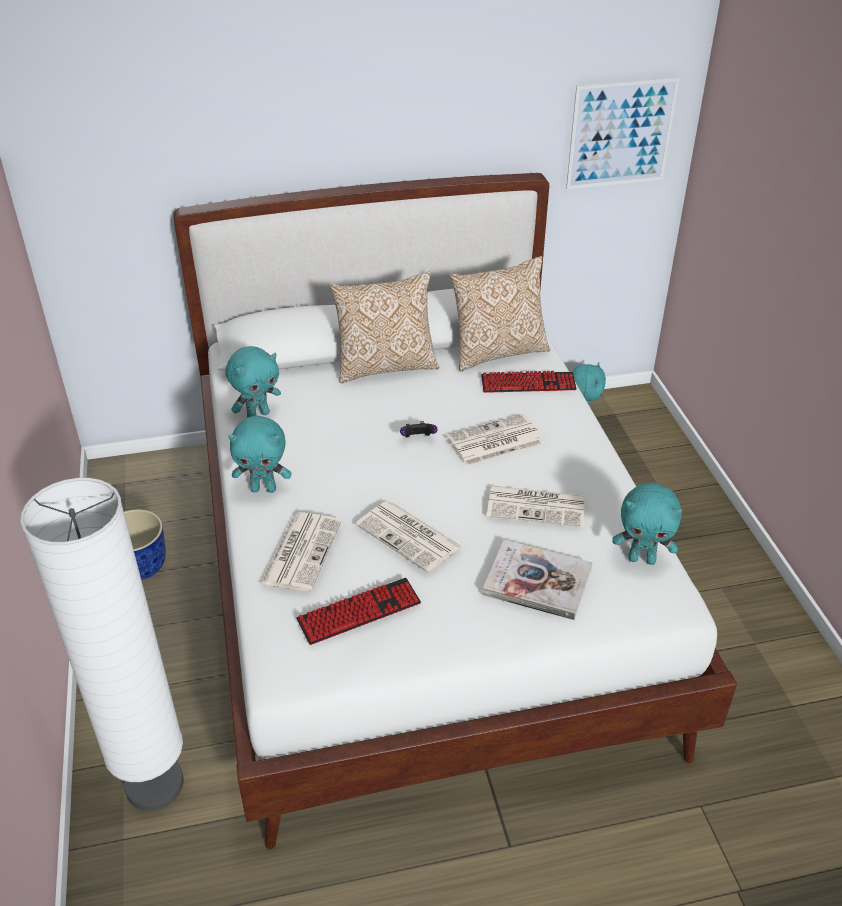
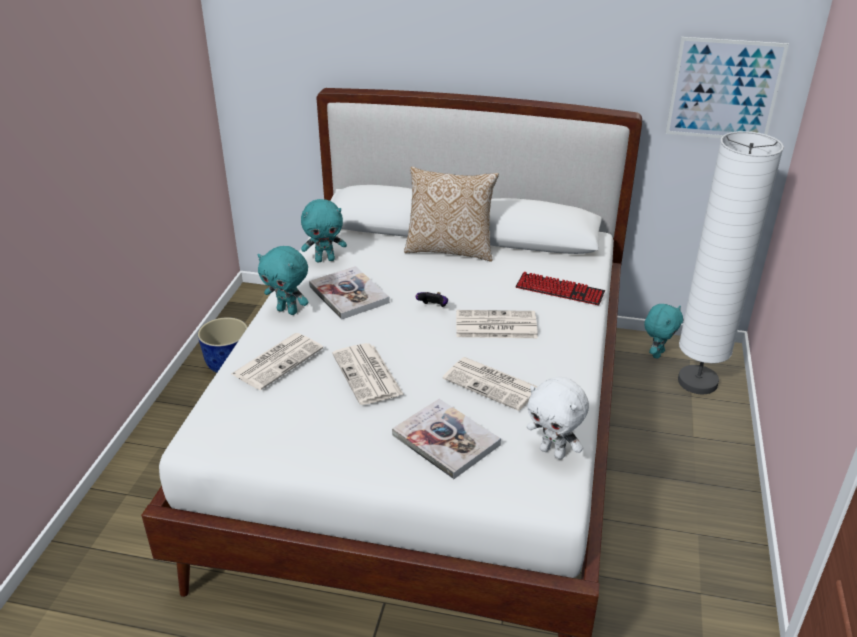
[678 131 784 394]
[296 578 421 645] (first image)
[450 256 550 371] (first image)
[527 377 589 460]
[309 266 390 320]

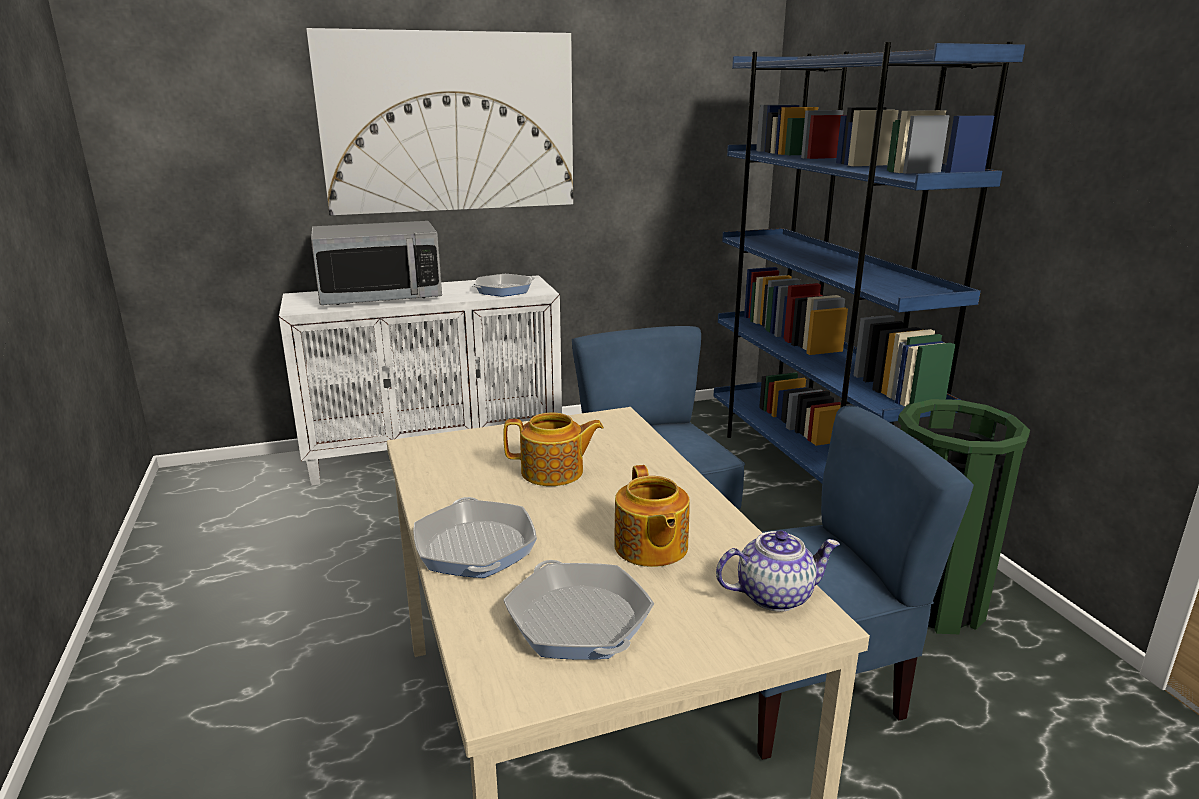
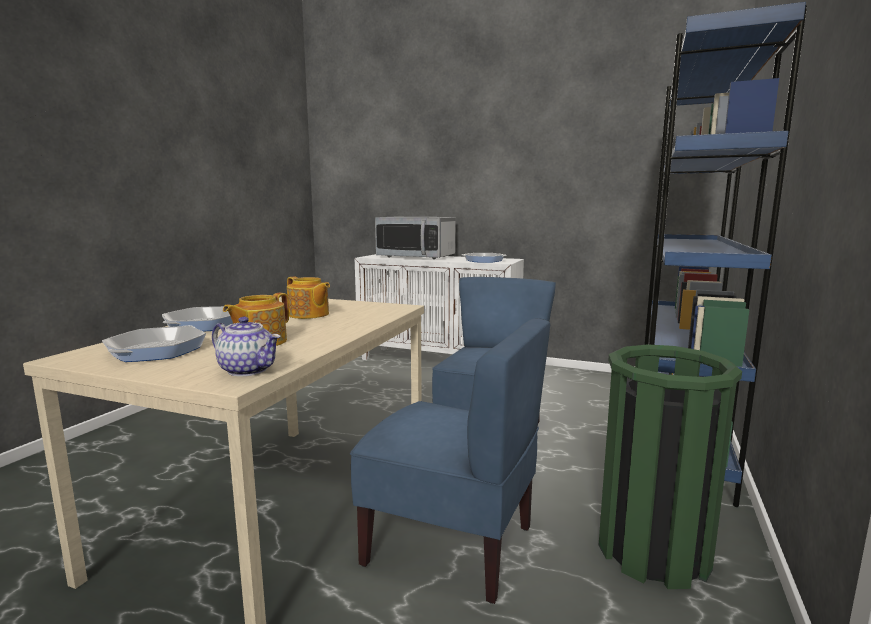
[306 28 573 215] (first image)

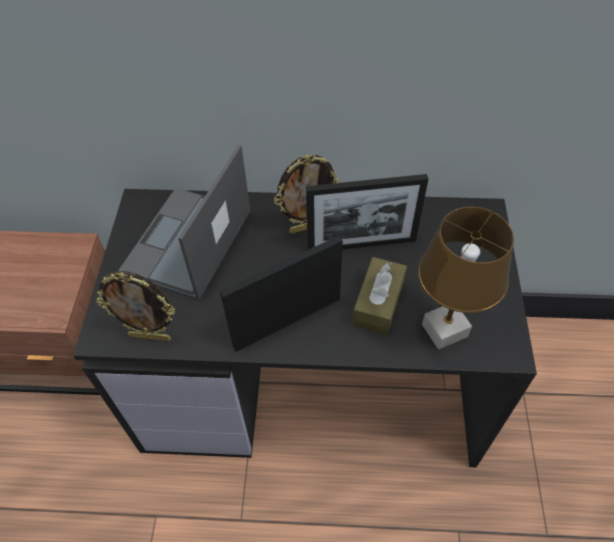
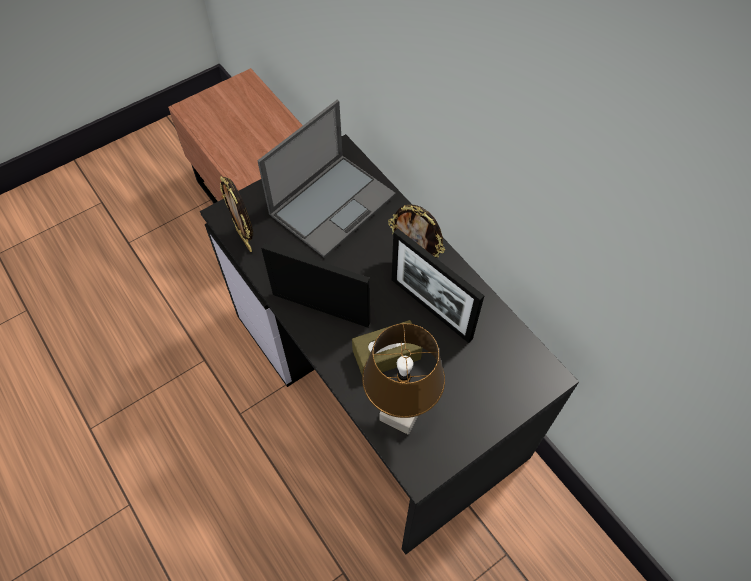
[257 100 396 258]

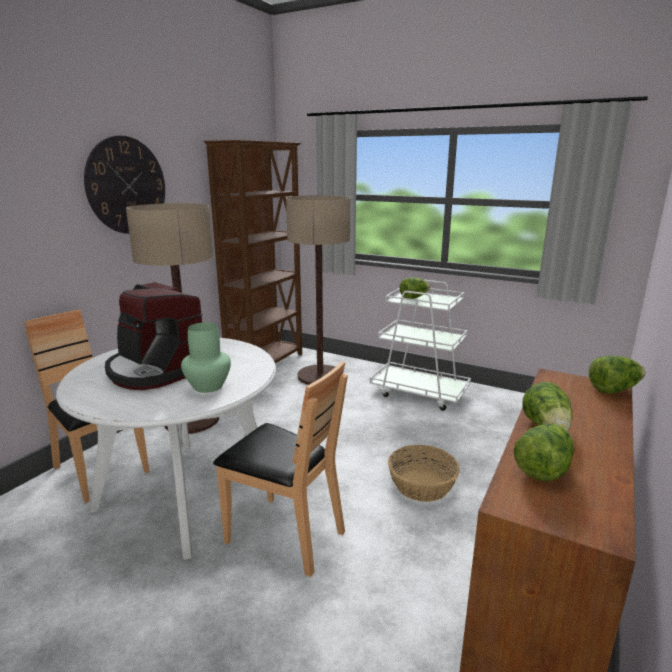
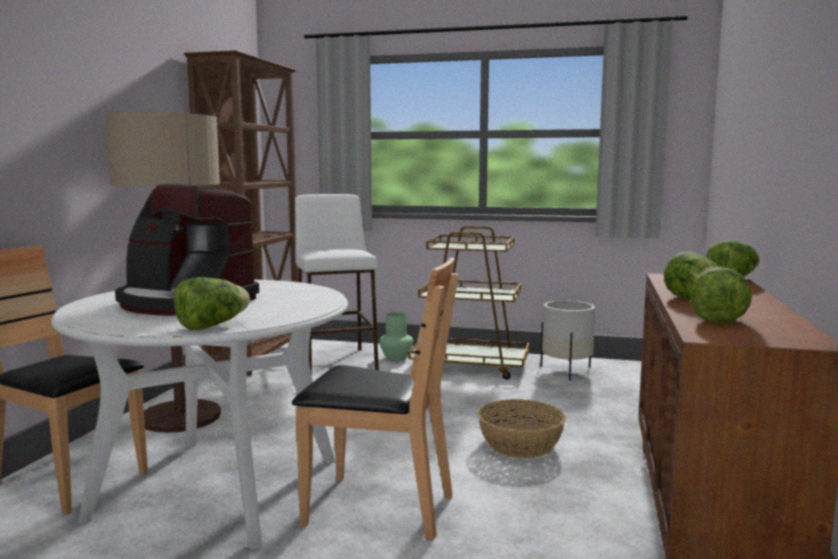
[84 135 165 234] (first image)
[379 312 413 361]
[295 194 379 375]
[409 226 529 380]
[174 277 250 330]
[541 301 595 380]

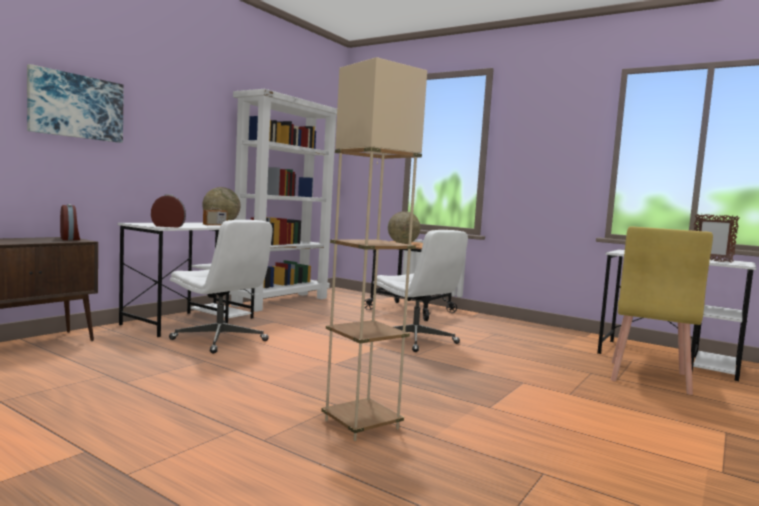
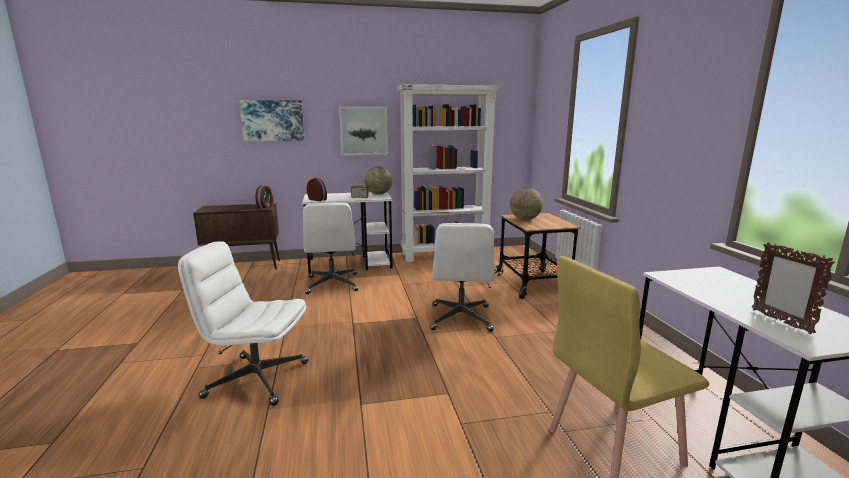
[178 241 308 406]
[339 107 388 155]

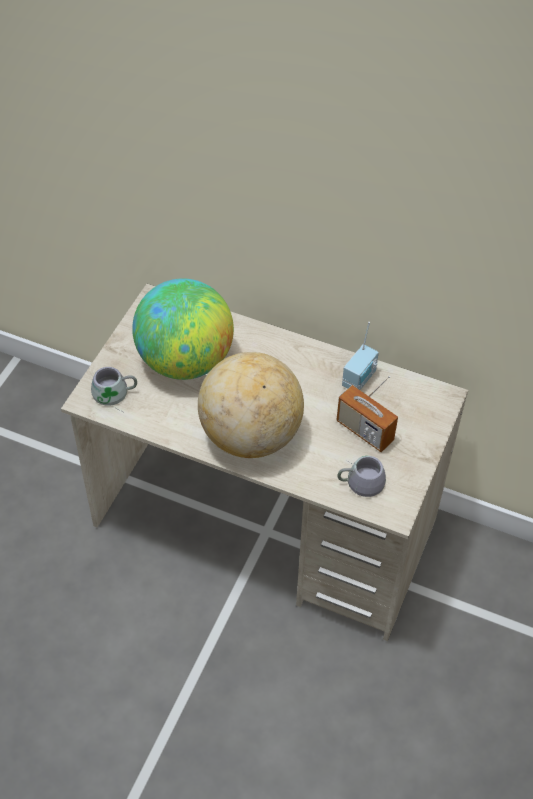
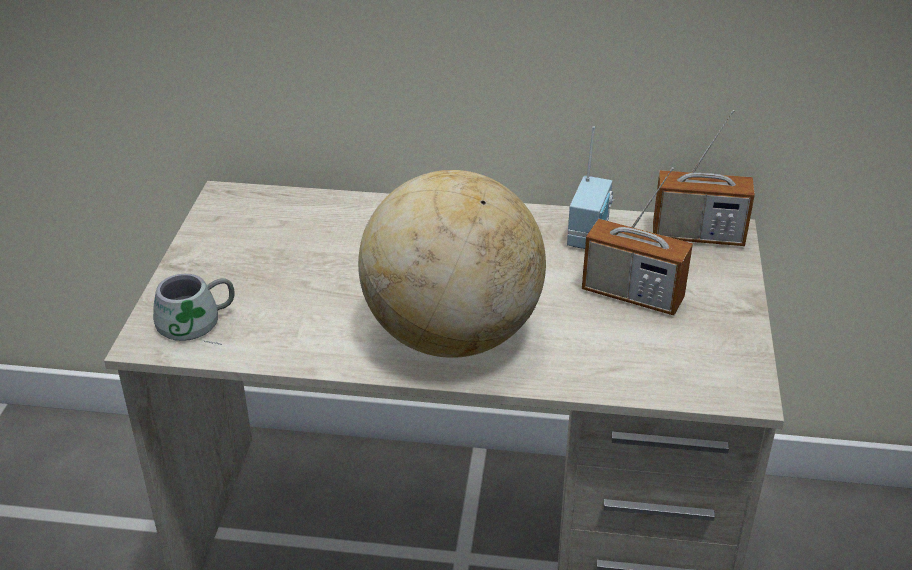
[132 278 234 380] (first image)
[337 456 386 497] (first image)
[653 110 755 246]

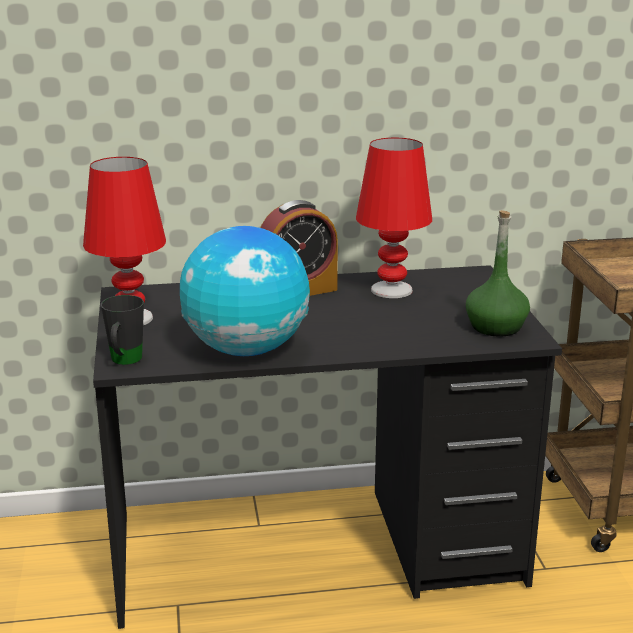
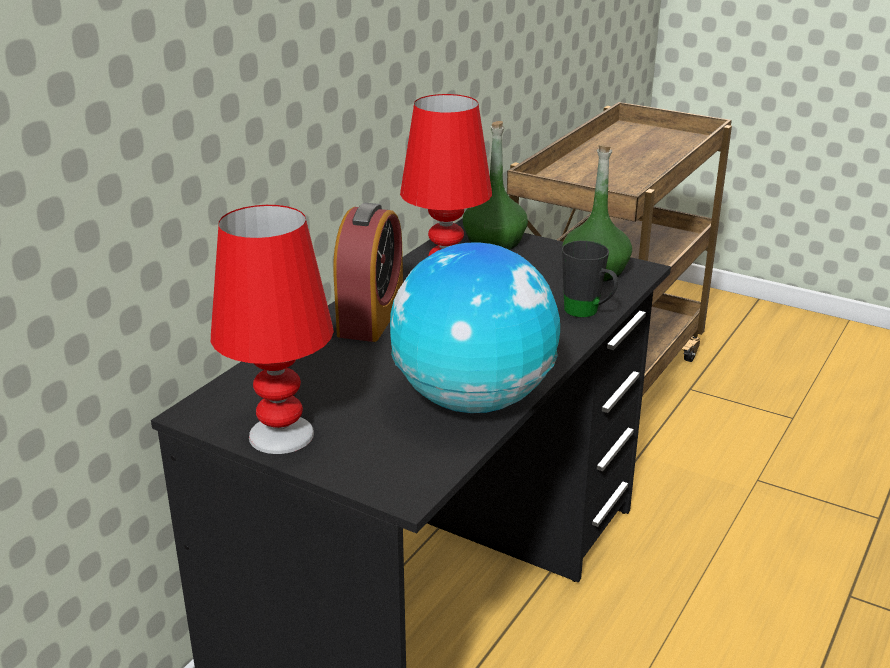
[562 241 618 317]
[463 121 528 250]

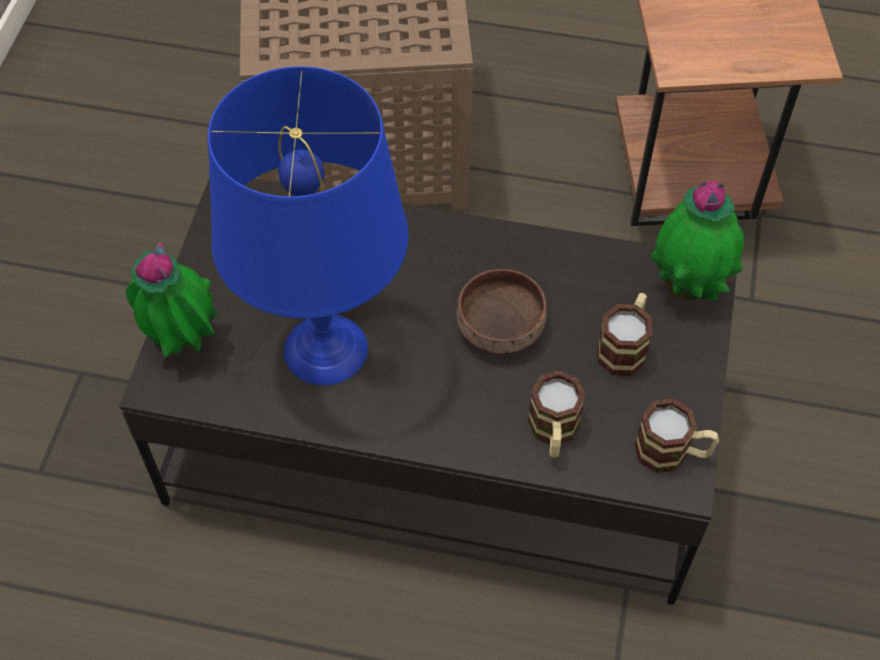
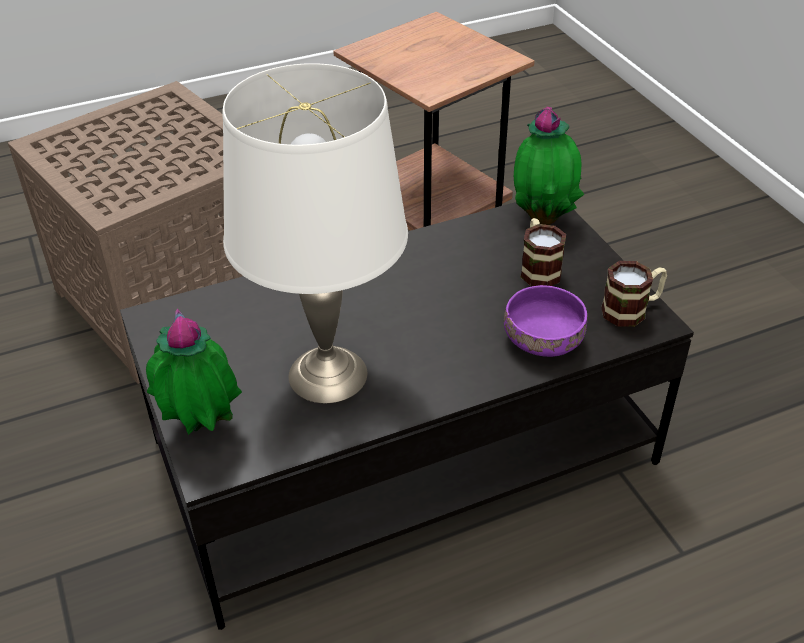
[222 63 408 403]
[456 269 547 355] (first image)
[504 285 587 357]

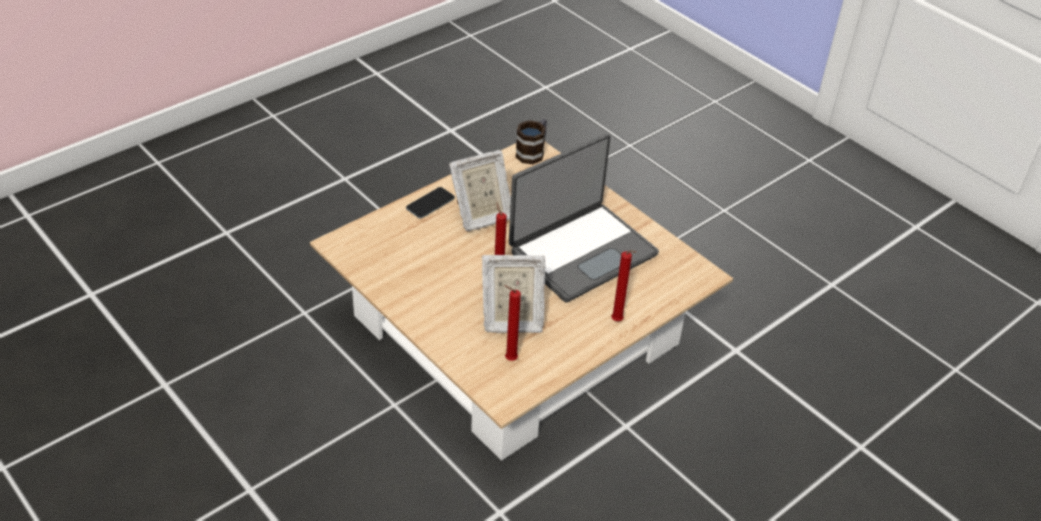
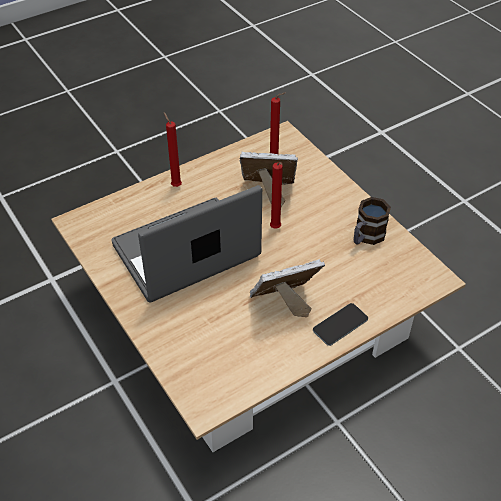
[354 197 391 245]

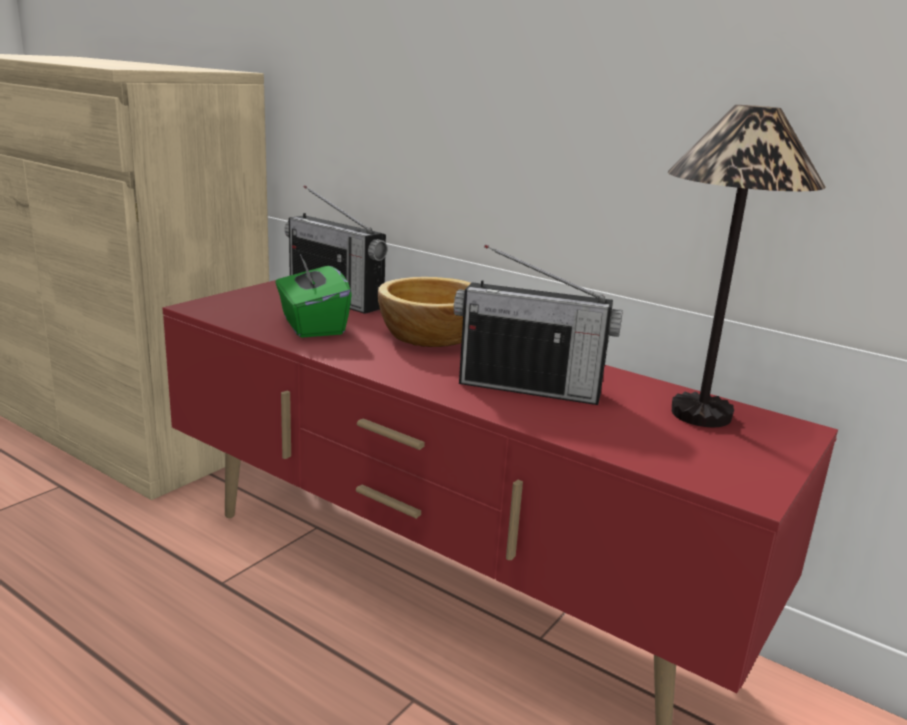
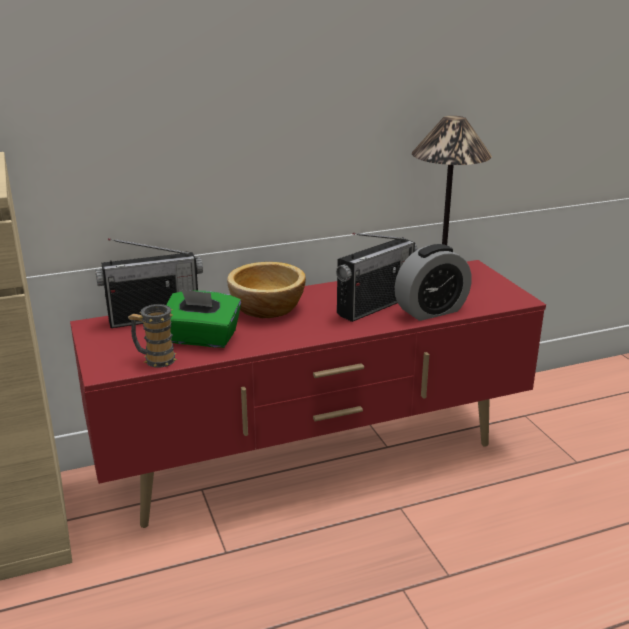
[128 304 177 368]
[395 244 472 321]

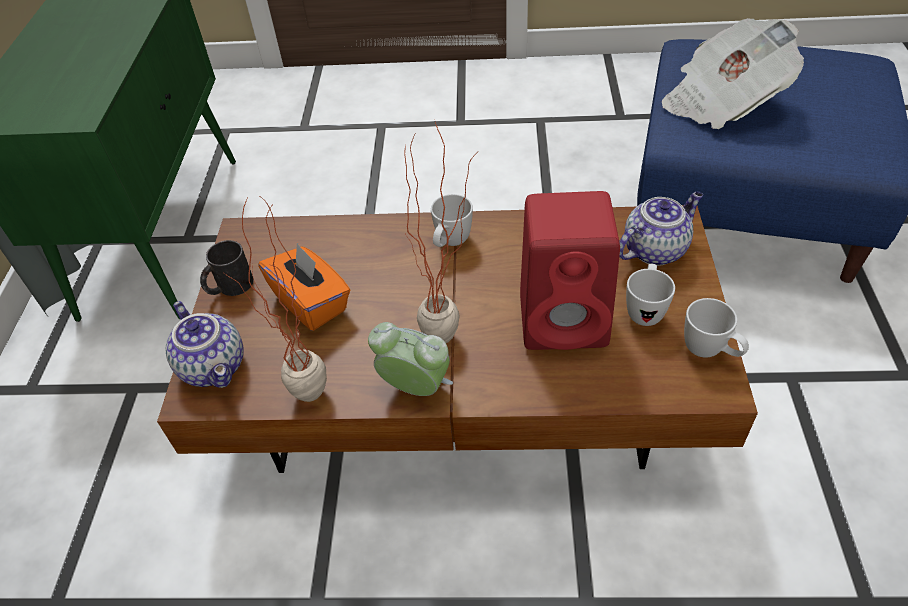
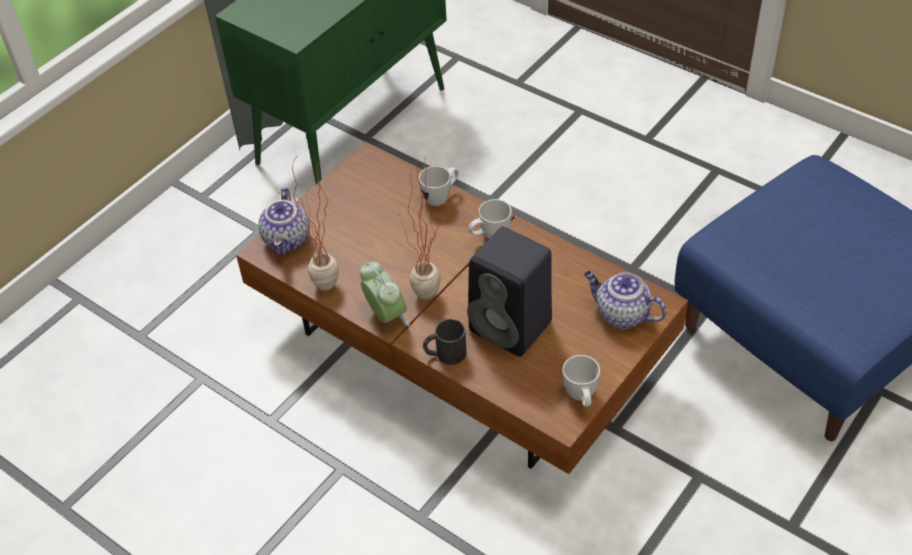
[423 319 467 365]
[258 242 351 331] (first image)
[467 227 552 357]
[584 271 667 329]
[419 166 459 206]
[662 18 804 129] (first image)

